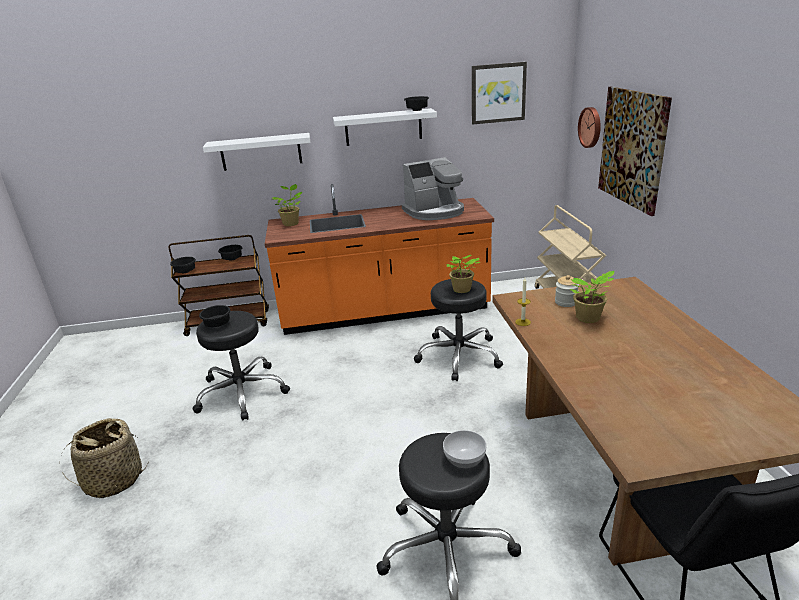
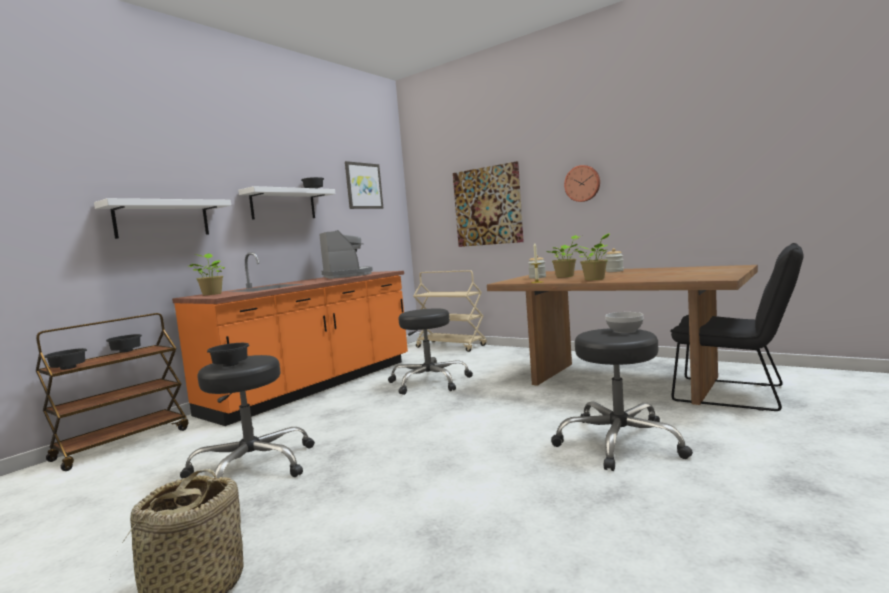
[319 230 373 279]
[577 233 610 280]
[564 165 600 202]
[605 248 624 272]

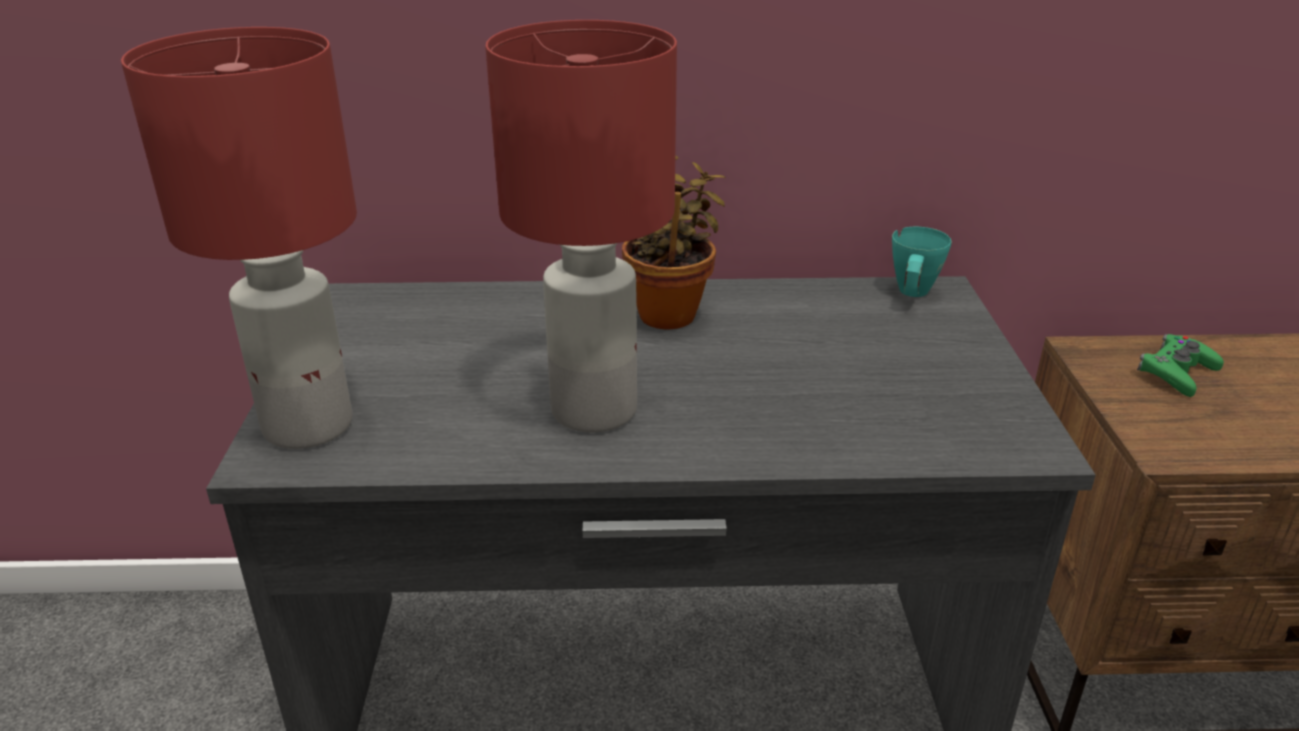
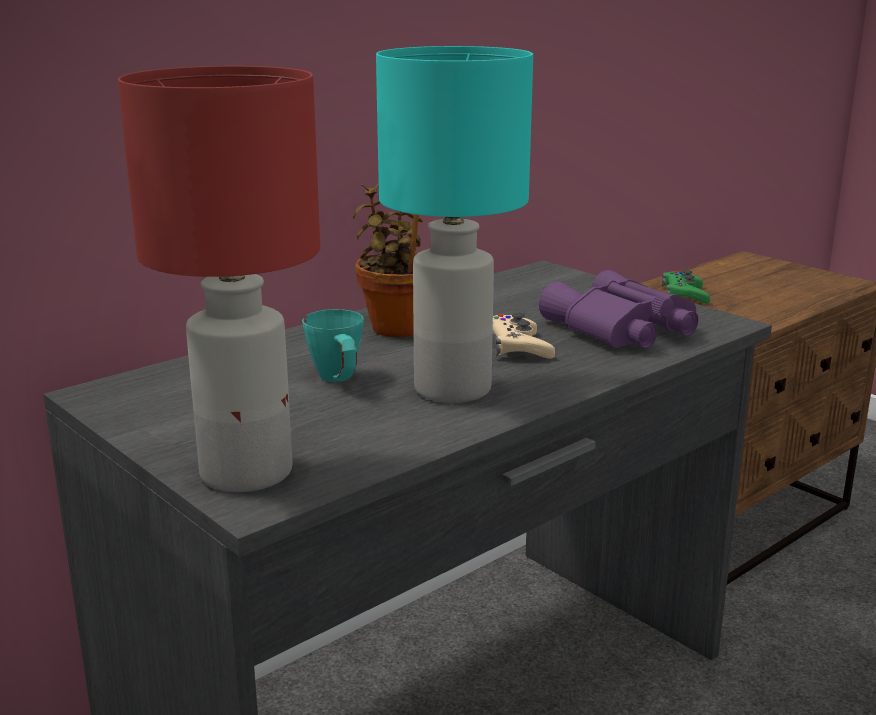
[376 46 533 403]
[302 309 364 382]
[493 312 555 359]
[539 270 698 348]

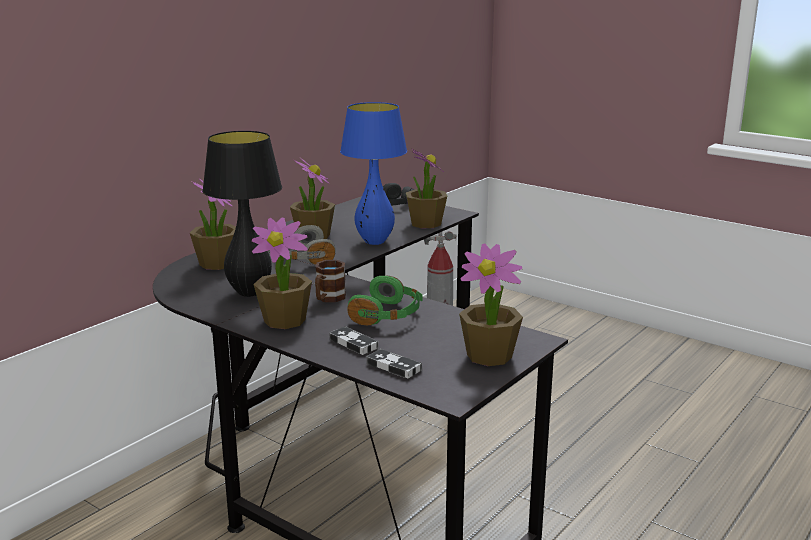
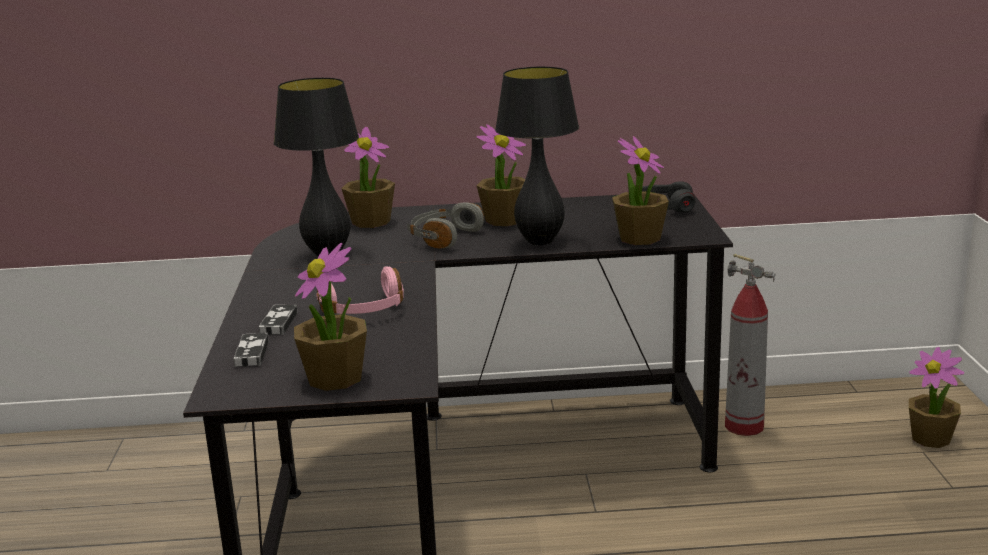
[909 347 964 448]
[315 260 346 302] (first image)
[495 67 579 246]
[316 266 404 314]

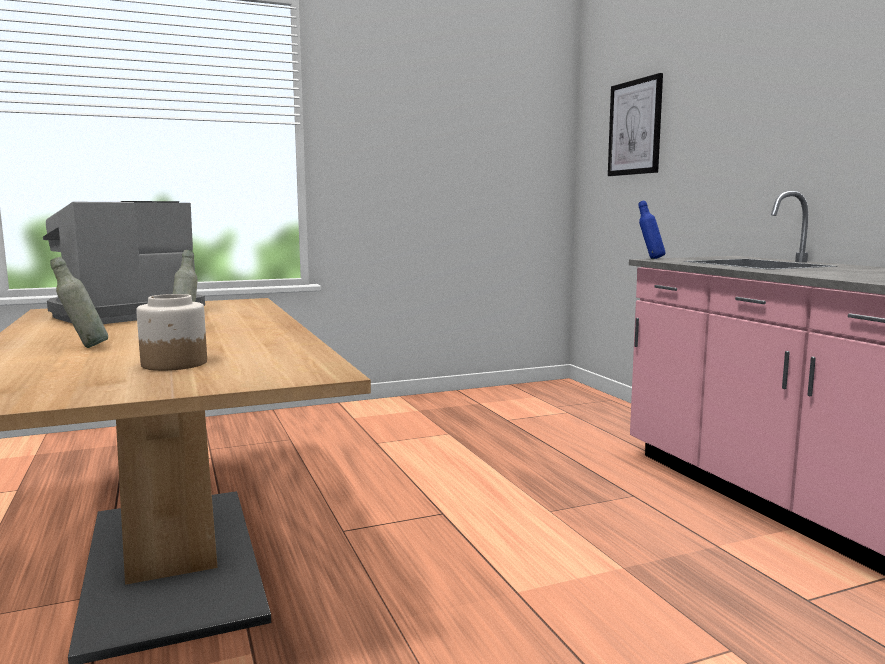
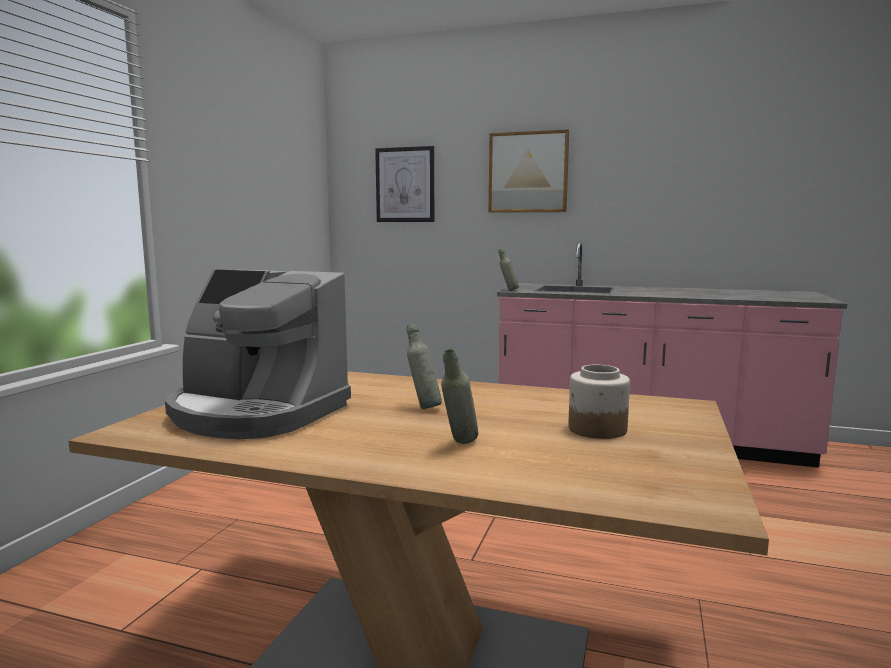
[165 269 351 439]
[498 248 519 291]
[489 129 569 213]

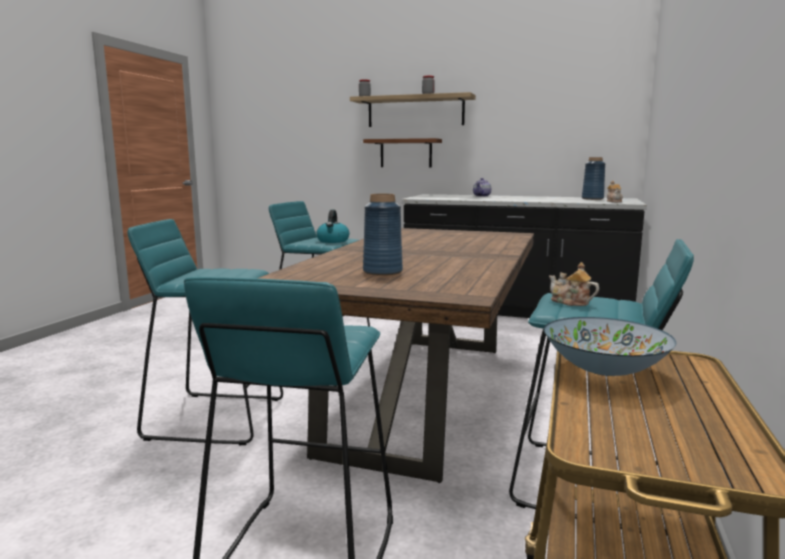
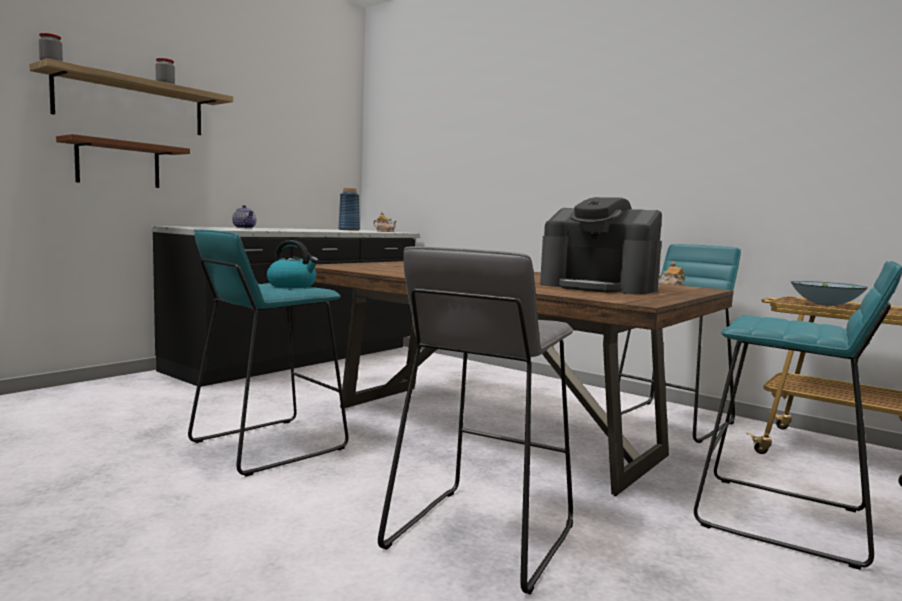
[378 247 573 594]
[540 197 662 295]

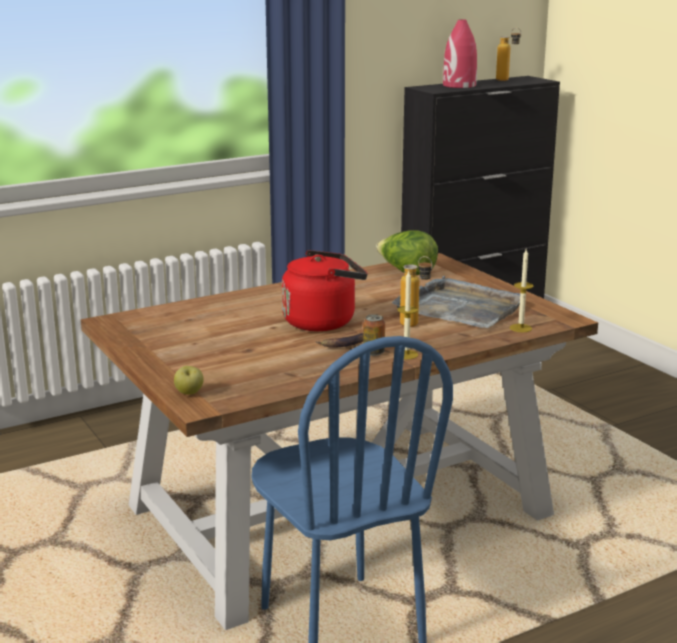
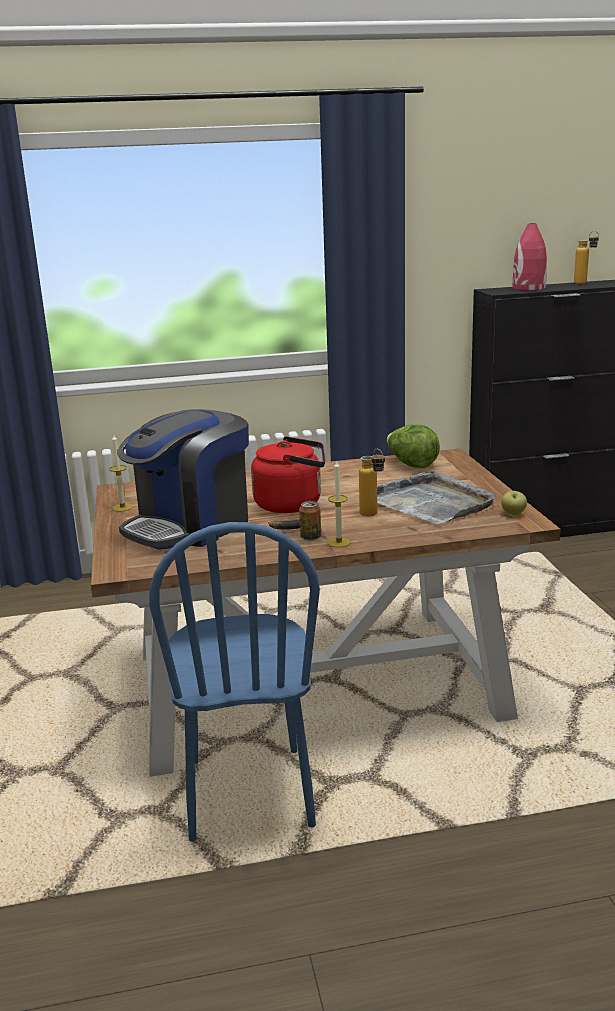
[501 491 527 515]
[109 435 133 511]
[117 409 249 550]

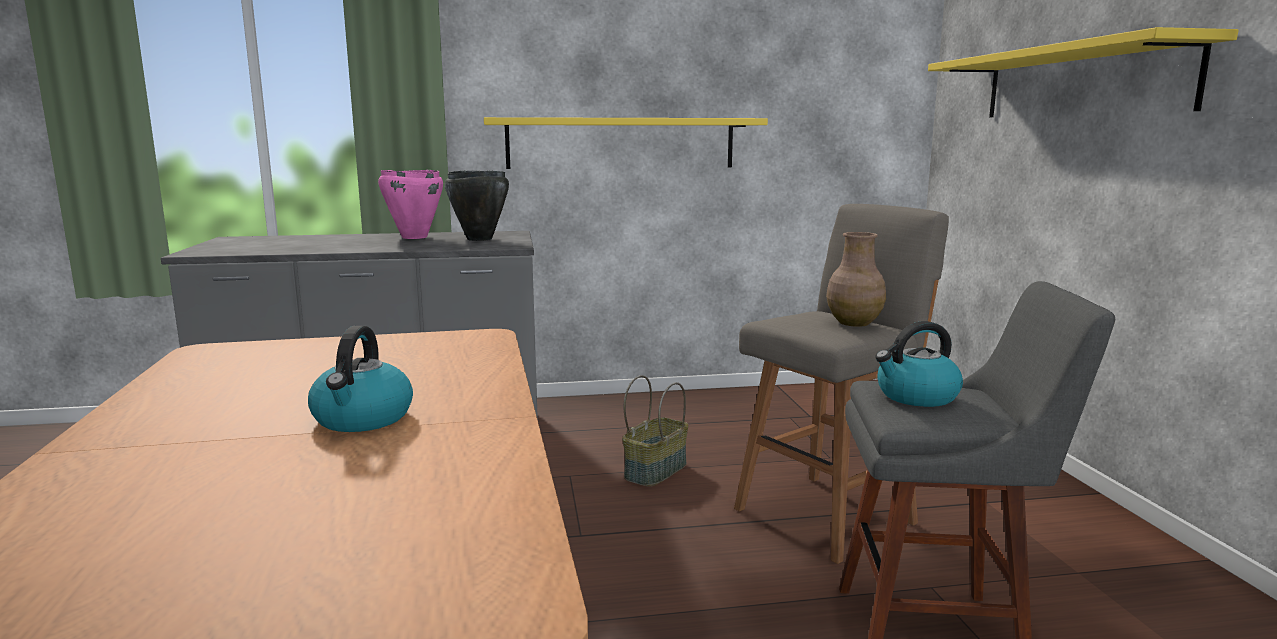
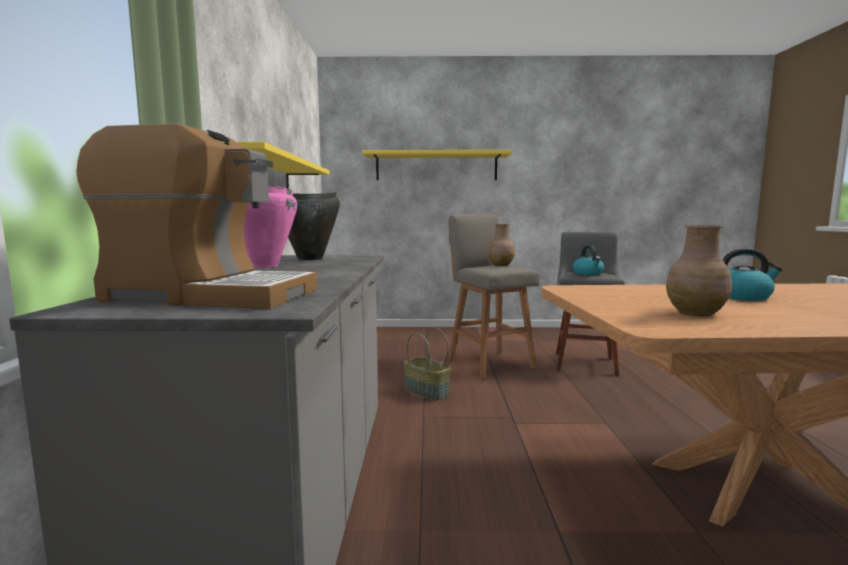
[76 123 317 309]
[666 225 732 317]

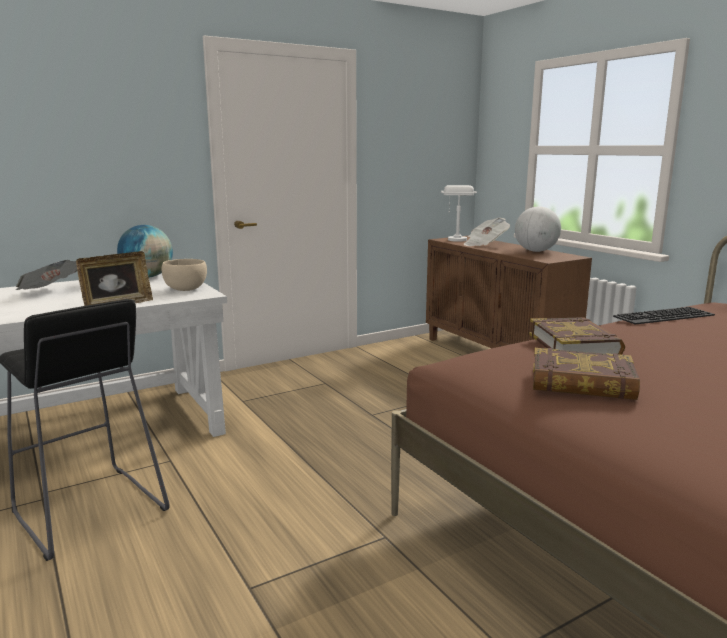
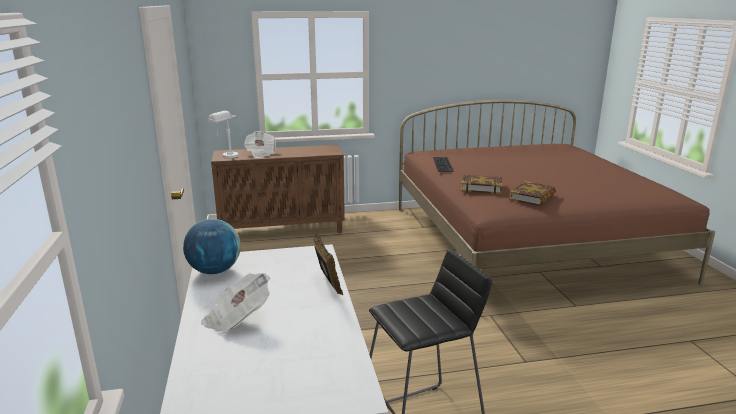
[162 259 207 291] (first image)
[515 206 561 252] (first image)

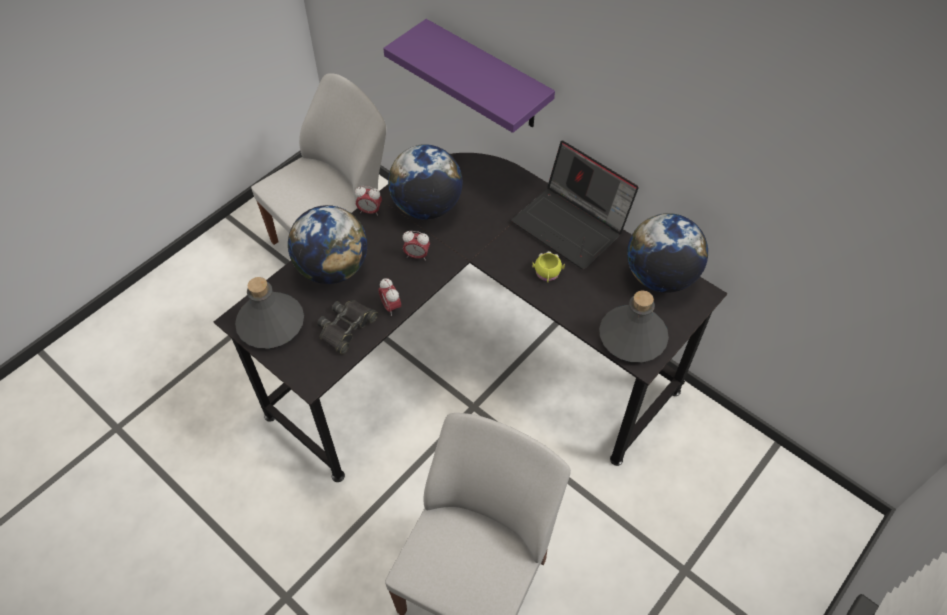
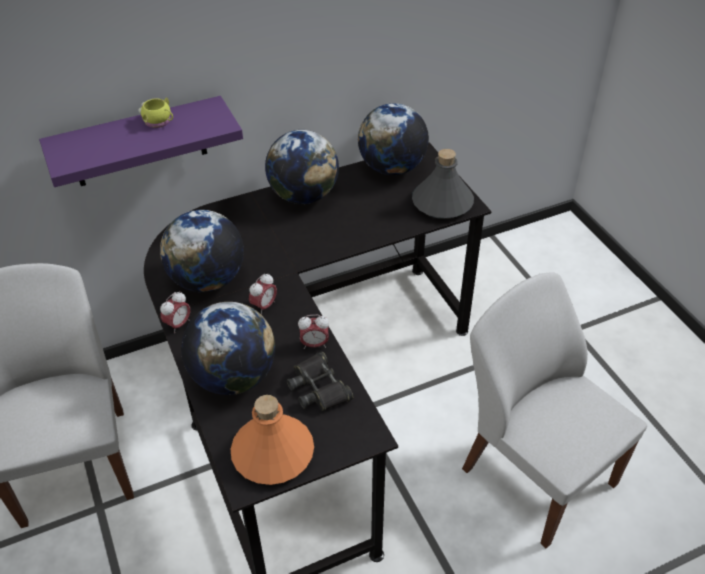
[231 395 314 485]
[265 130 339 204]
[138 97 173 128]

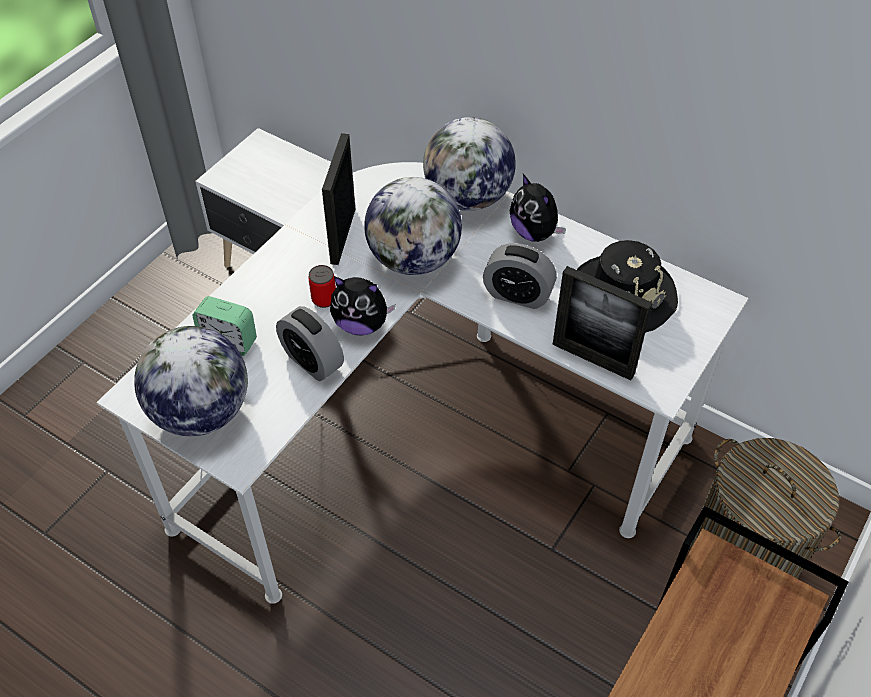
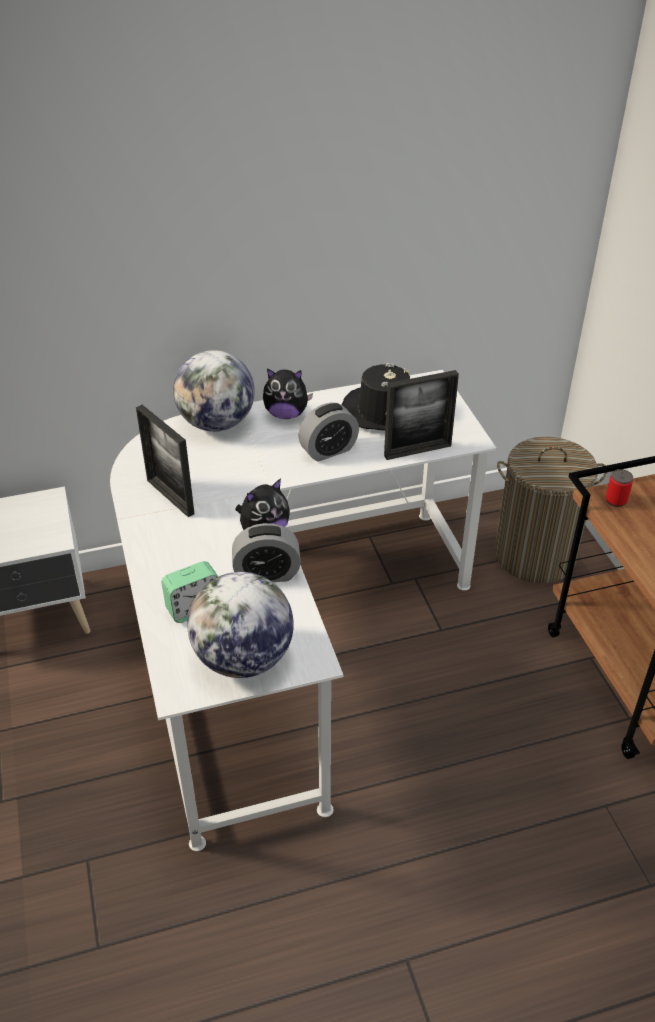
[606 469 633 507]
[364 177 462 275] (first image)

